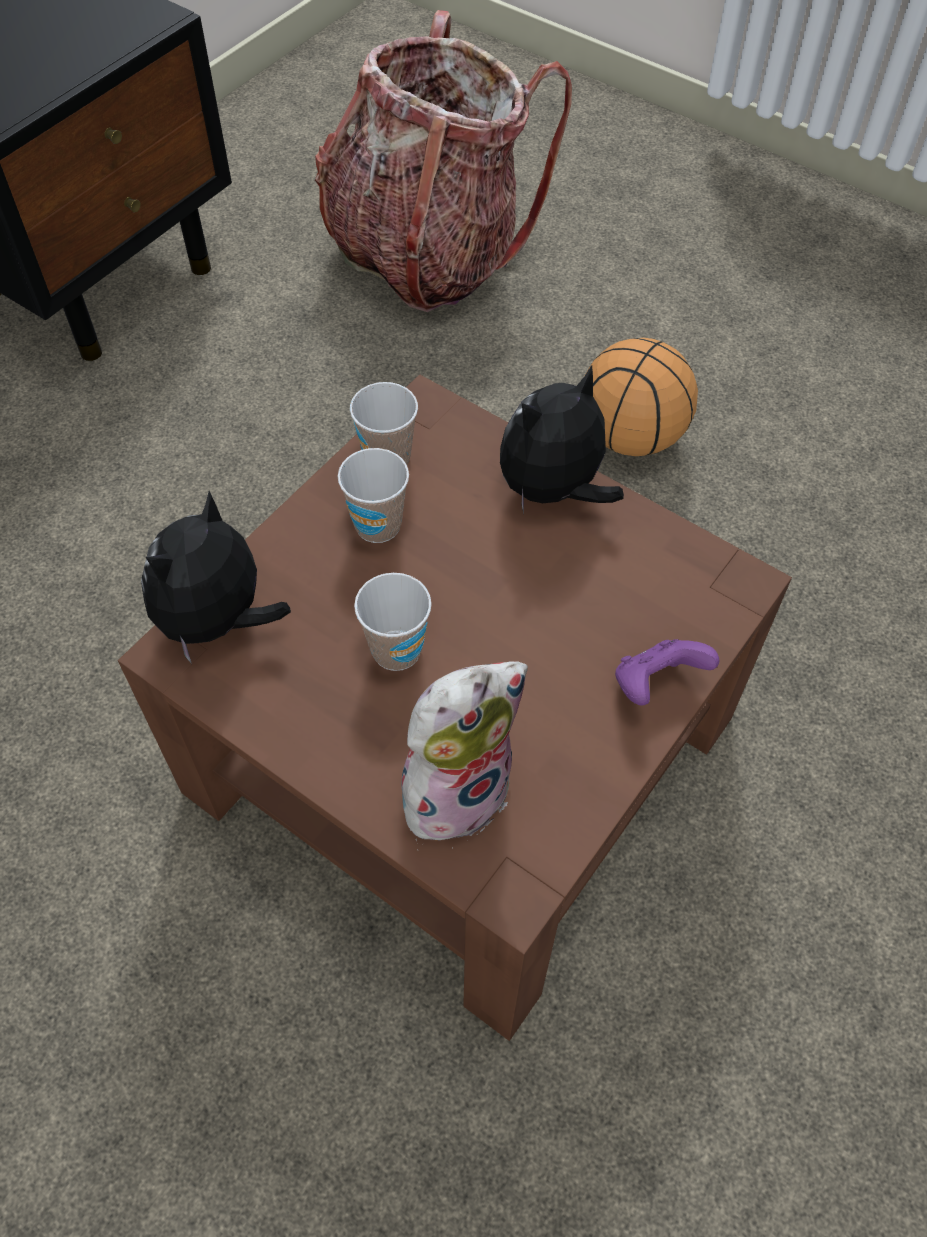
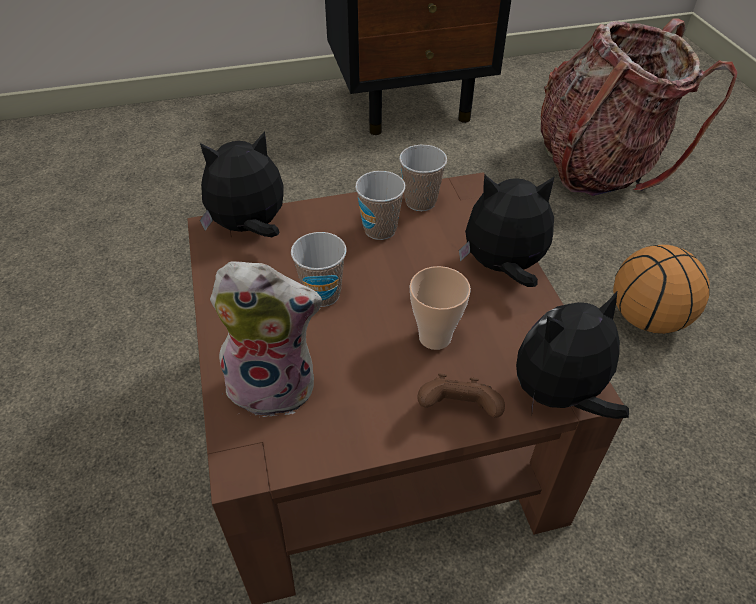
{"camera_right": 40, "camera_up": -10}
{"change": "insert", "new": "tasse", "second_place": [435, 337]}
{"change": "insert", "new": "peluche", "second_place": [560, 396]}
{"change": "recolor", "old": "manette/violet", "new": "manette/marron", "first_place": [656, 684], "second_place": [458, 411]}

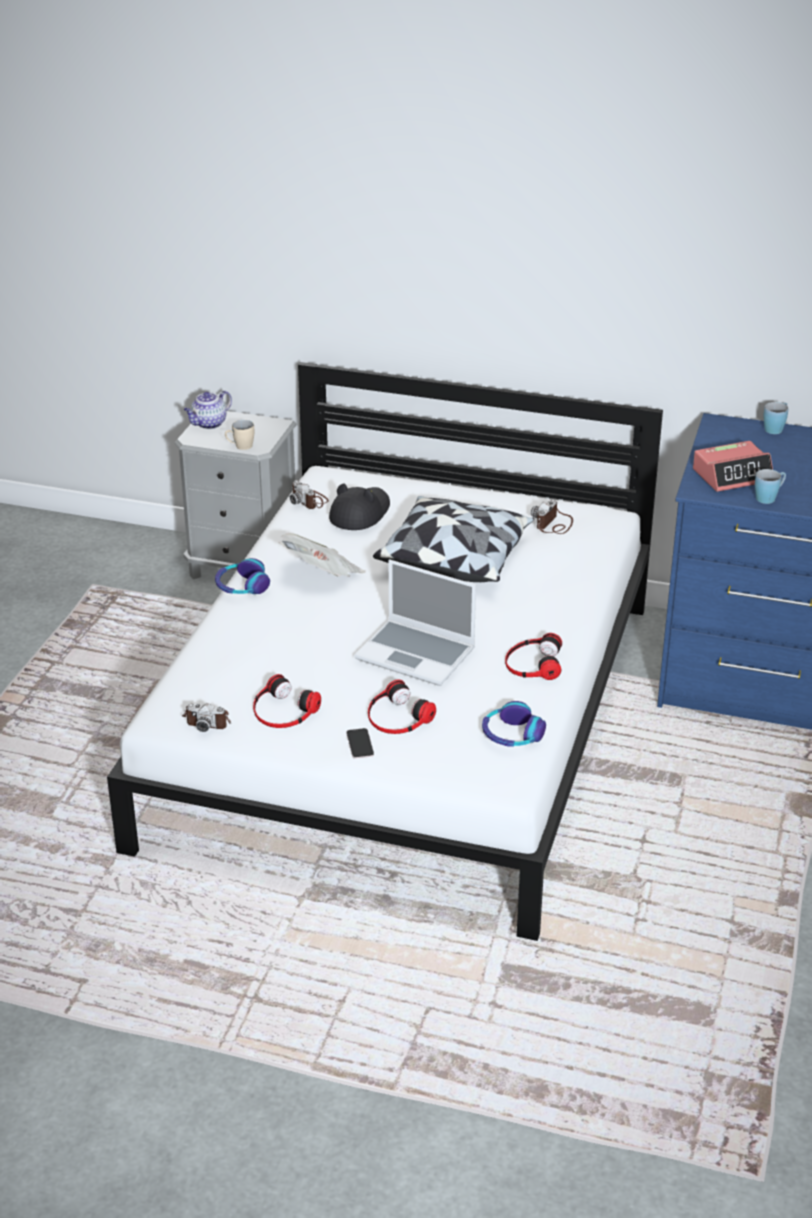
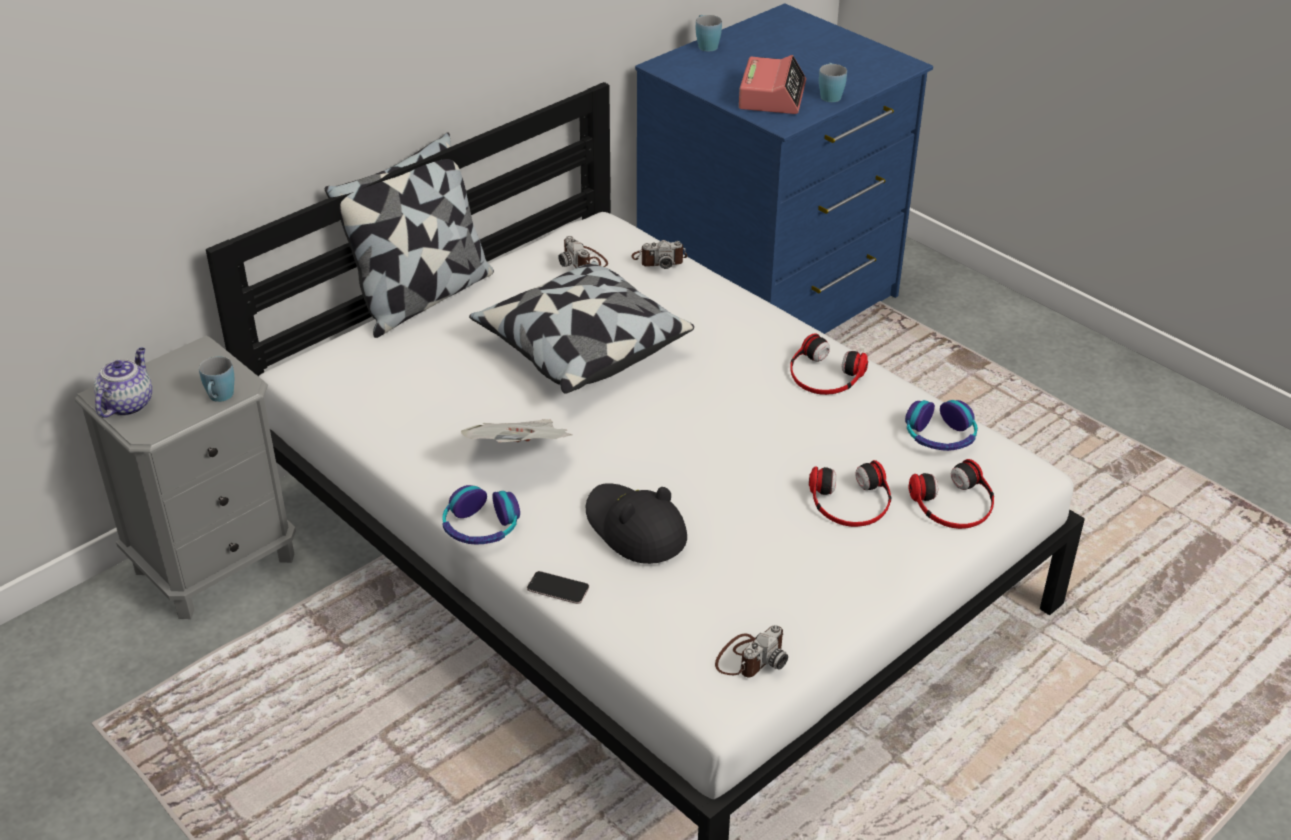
{"camera_right": -60, "camera_up": 5}
{"change": "delete", "old": "ordinateur portable", "first_place": [417, 654]}
{"change": "insert", "new": "coussin", "second_place": [422, 297]}
{"change": "move", "old": "casque audio", "first_place": [283, 711], "second_place": [954, 504]}
{"change": "move", "old": "appareil photo", "first_place": [309, 500], "second_place": [659, 259]}
{"change": "move", "old": "chapeau/noir", "first_place": [360, 513], "second_place": [634, 528]}
{"change": "move", "old": "téléphone", "first_place": [360, 744], "second_place": [558, 588]}
{"change": "recolor", "old": "mug/beige", "new": "mug/bleu", "first_place": [240, 447], "second_place": [220, 398]}
{"change": "rotate", "old": "théière", "first_place": [209, 424], "second_place": [127, 404], "degrees": -150}

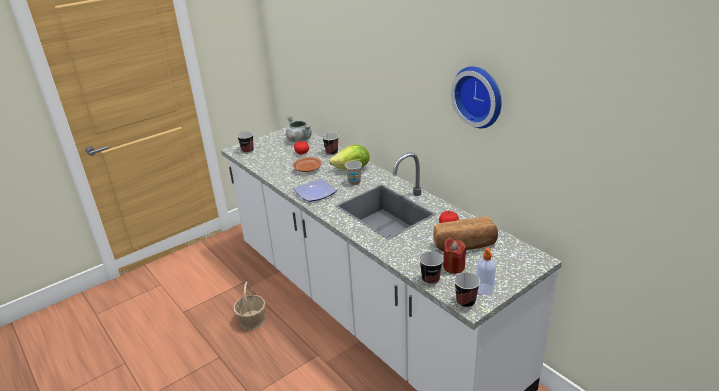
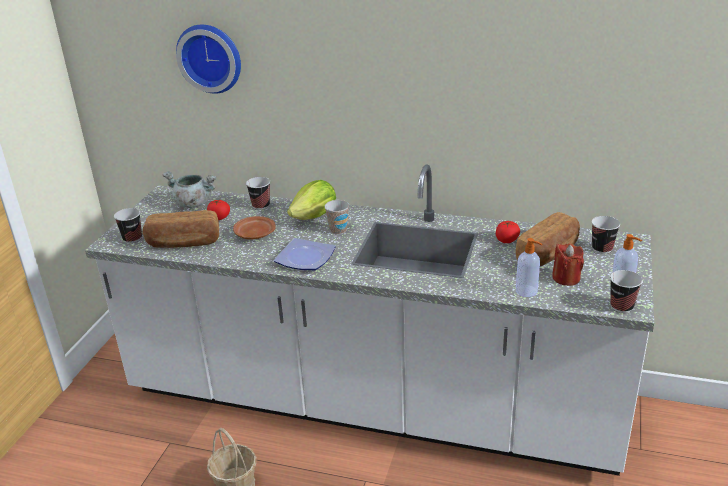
{"camera_right": -35, "camera_up": 0}
{"change": "insert", "new": "pain", "second_place": [184, 242]}
{"change": "insert", "new": "distributeur de savon", "second_place": [527, 291]}
{"change": "move", "old": "tasse", "first_place": [430, 279], "second_place": [602, 249]}
{"change": "move", "old": "horloge murale", "first_place": [479, 96], "second_place": [211, 57]}

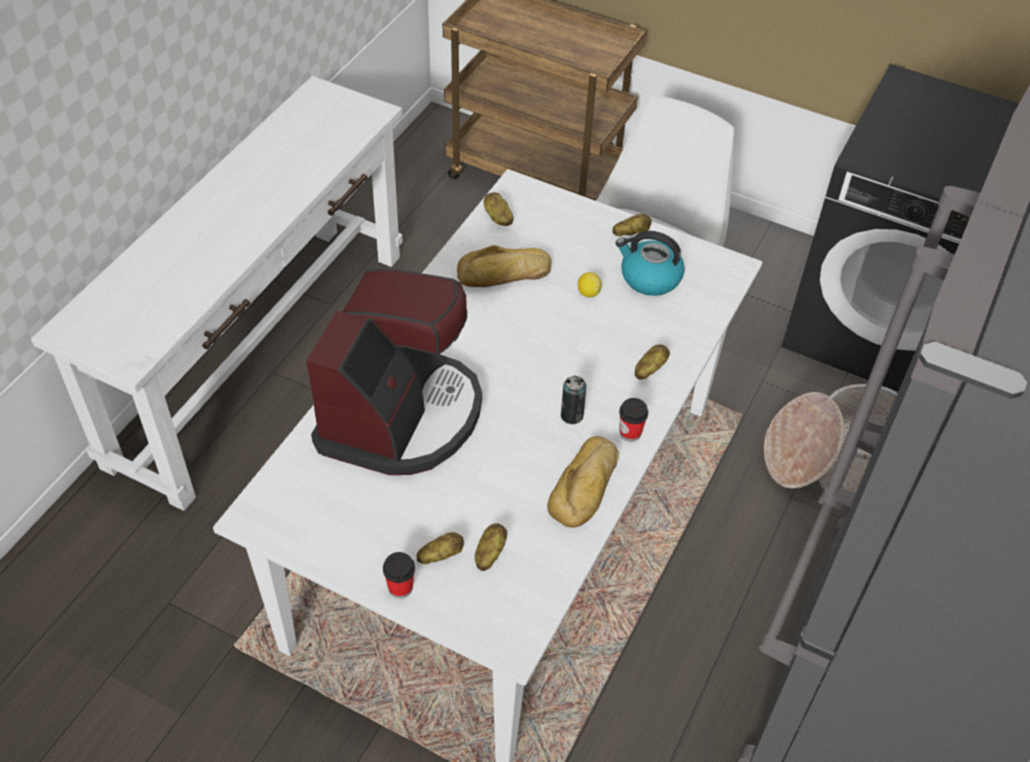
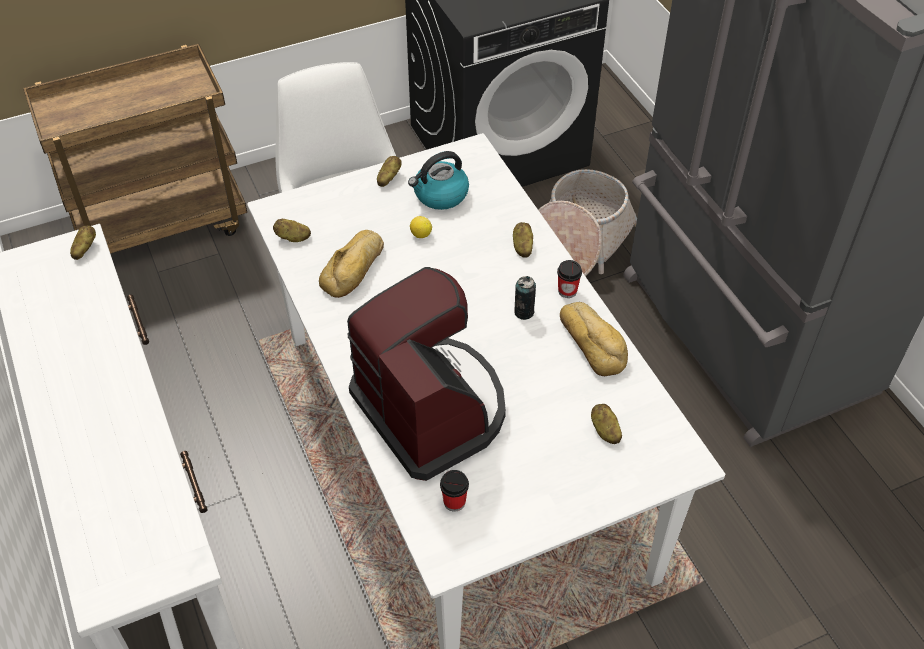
{"camera_right": -50, "camera_up": 0}
{"change": "move", "old": "tasse", "first_place": [400, 587], "second_place": [454, 502]}
{"change": "move", "old": "pomme de terre", "first_place": [440, 555], "second_place": [84, 249]}

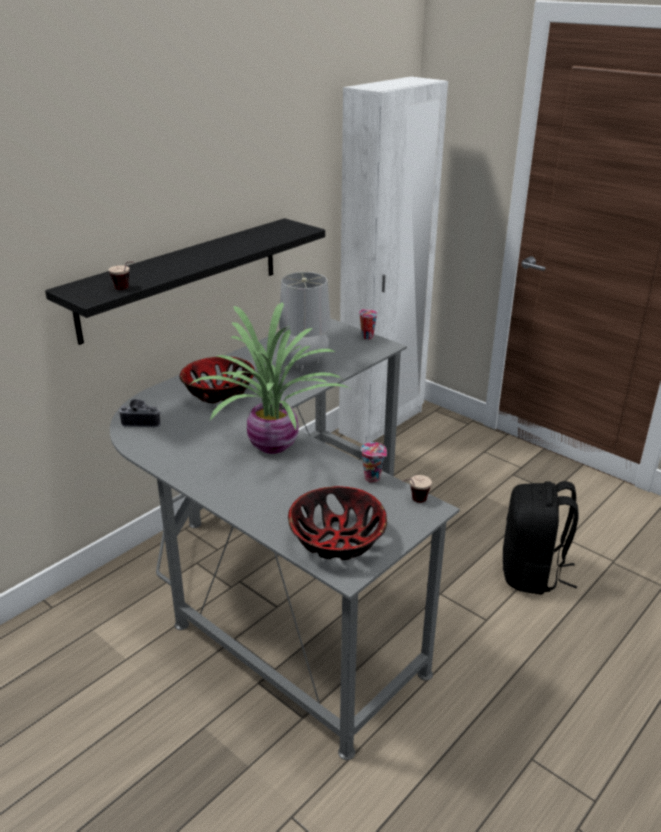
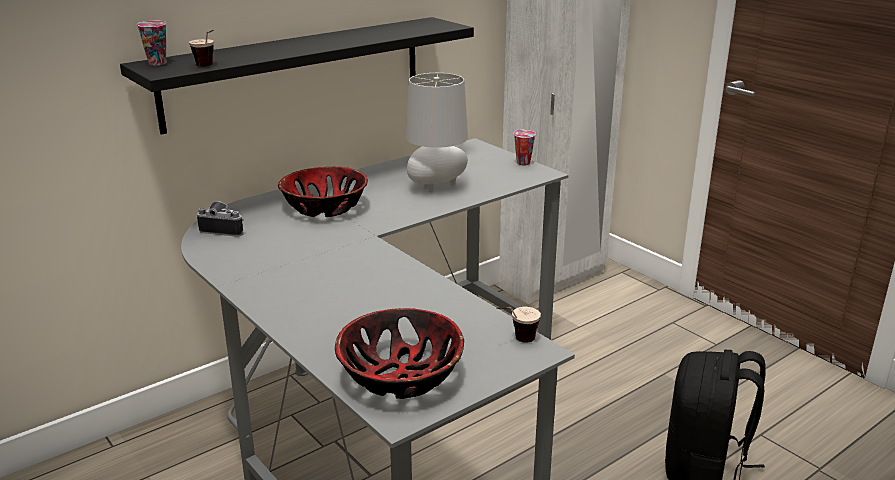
{"camera_right": 10, "camera_up": -5}
{"change": "delete", "old": "plante en pot", "first_place": [274, 443]}
{"change": "move", "old": "tasse", "first_place": [373, 478], "second_place": [158, 63]}

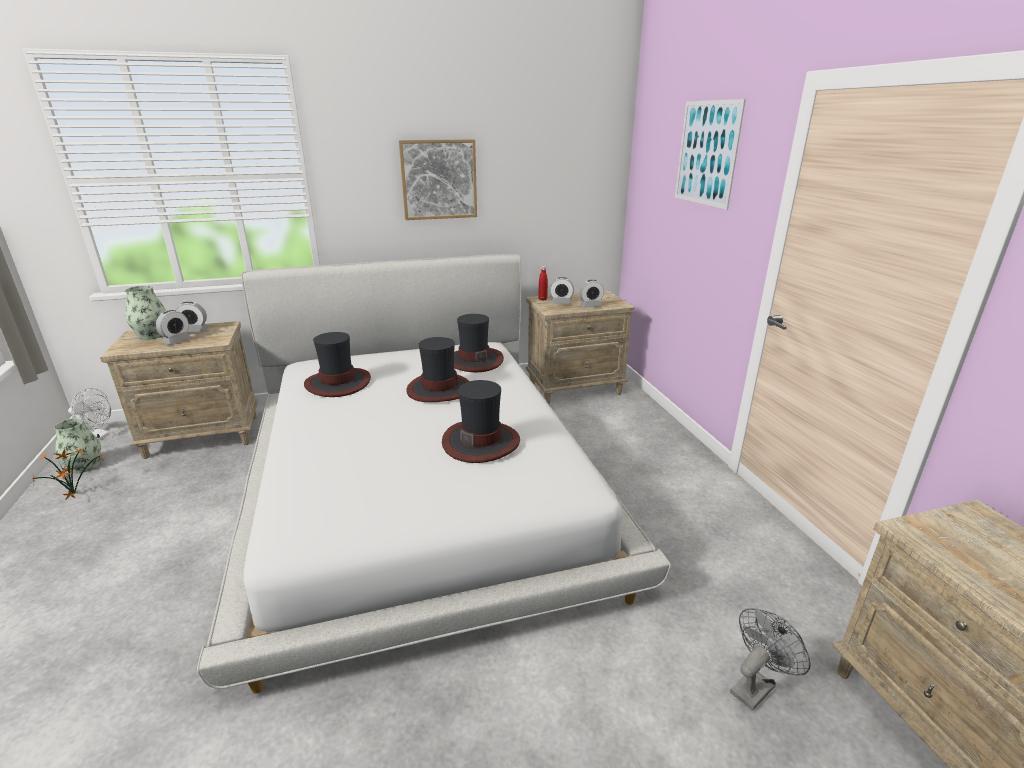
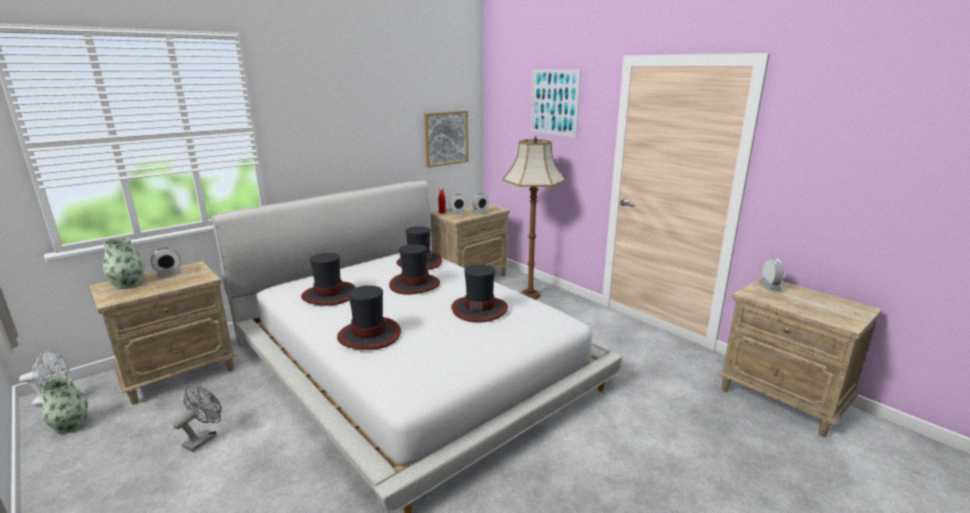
{"camera_right": -25, "camera_up": -5}
{"change": "delete", "old": "plante en pot", "first_place": [75, 493]}
{"change": "insert", "new": "chapeau", "second_place": [369, 335]}
{"change": "insert", "new": "lampadaire", "second_place": [530, 295]}
{"change": "move", "old": "réveil", "first_place": [177, 341], "second_place": [769, 287]}
{"change": "move", "old": "tableau", "first_place": [439, 179], "second_place": [446, 138]}
{"change": "move", "old": "ventilateur/gris", "first_place": [756, 685], "second_place": [204, 438]}

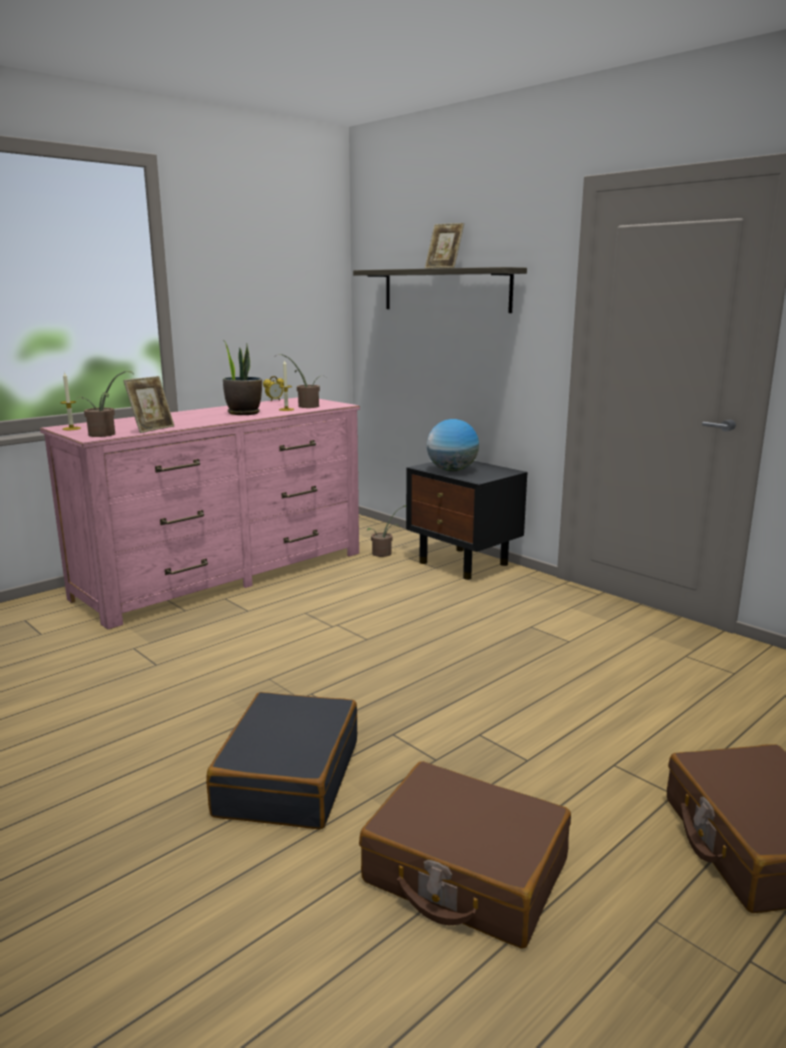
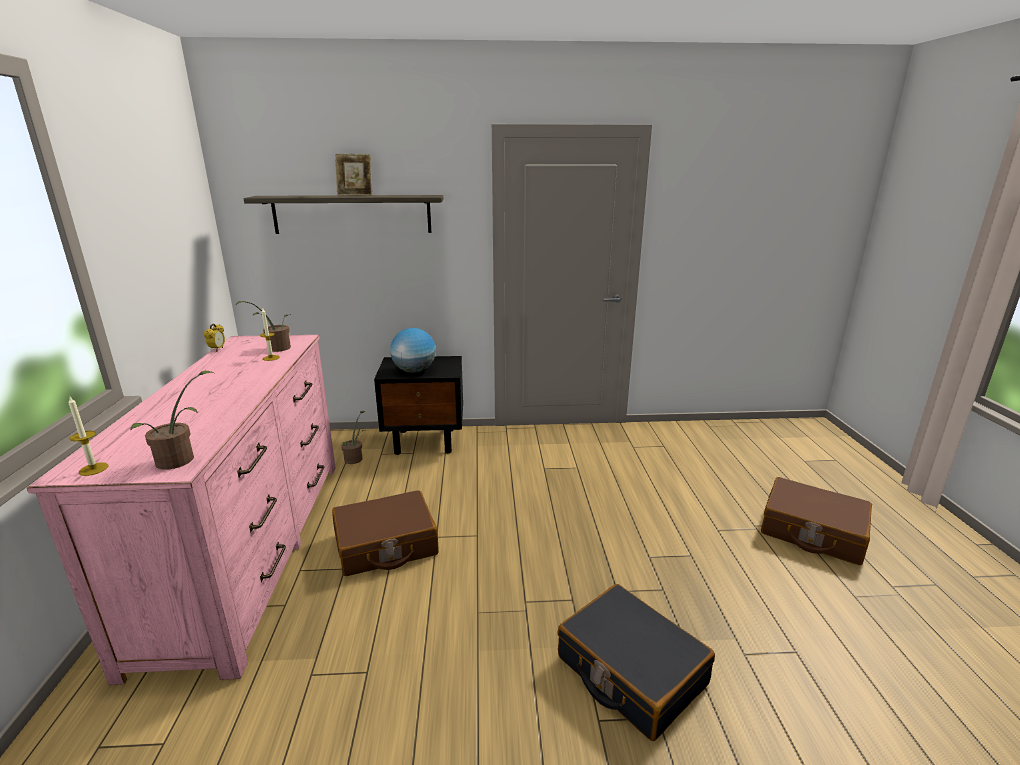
{"camera_right": -50, "camera_up": 5}
{"change": "delete", "old": "cadre photo", "first_place": [152, 429]}
{"change": "delete", "old": "plante en pot", "first_place": [243, 413]}
{"change": "move", "old": "valise/marron", "first_place": [465, 872], "second_place": [386, 545]}

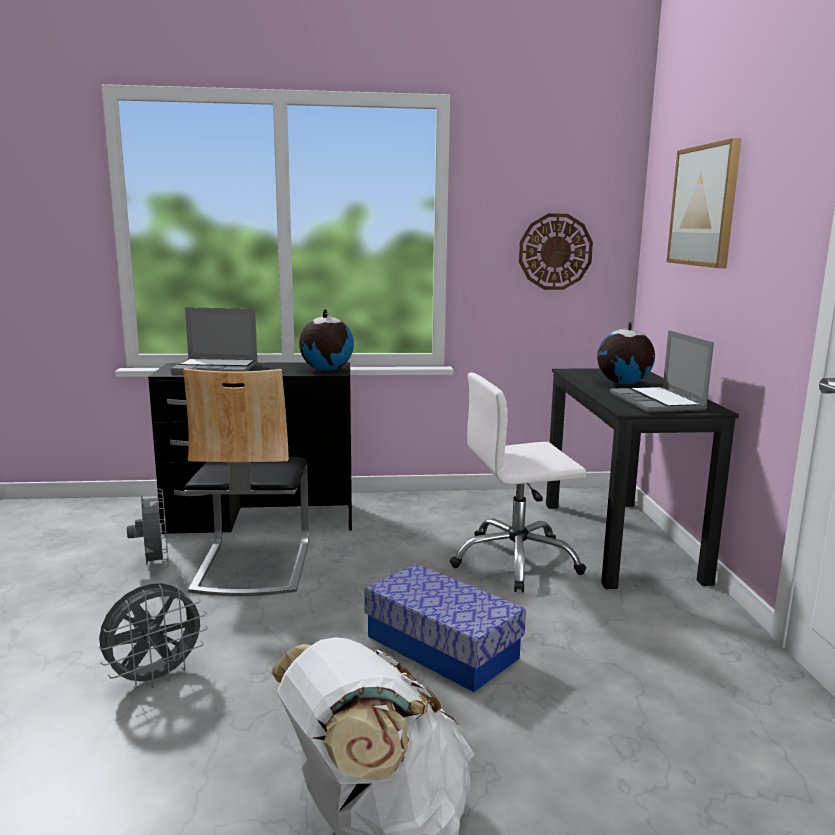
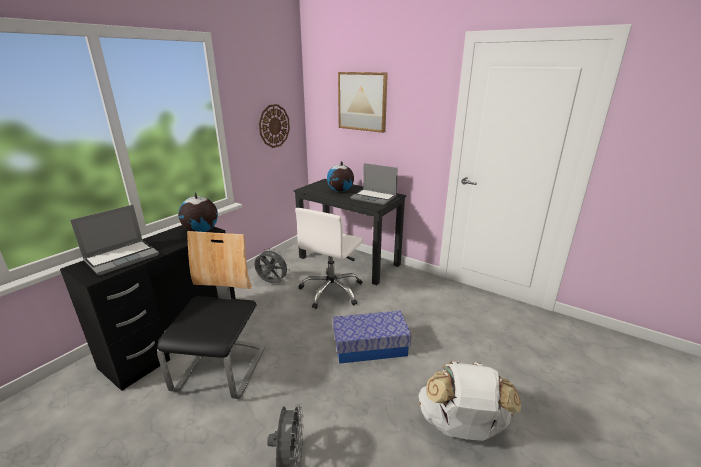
{"camera_right": -50, "camera_up": 10}
{"change": "move", "old": "ventilateur/gris", "first_place": [154, 565], "second_place": [272, 283]}
{"change": "rotate", "old": "chaise", "first_place": [252, 565], "second_place": [222, 369], "degrees": -120}

